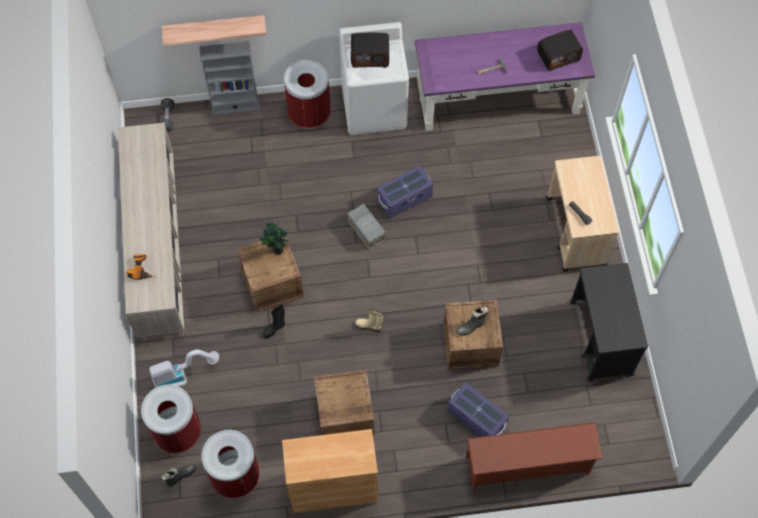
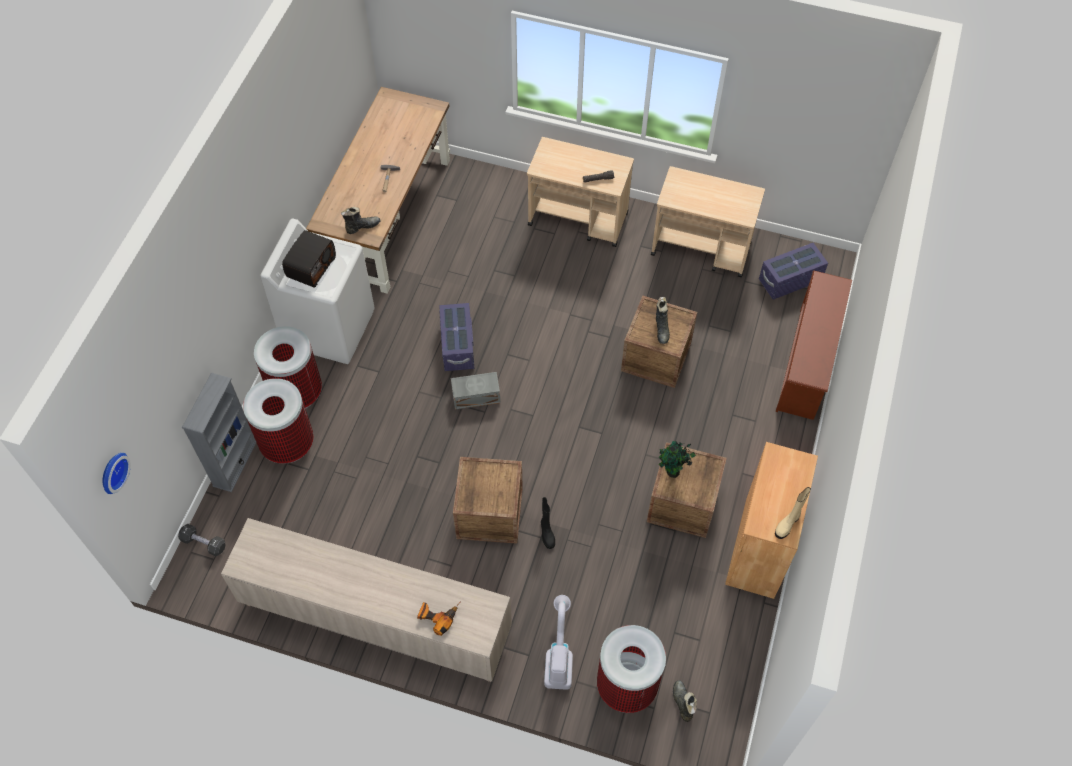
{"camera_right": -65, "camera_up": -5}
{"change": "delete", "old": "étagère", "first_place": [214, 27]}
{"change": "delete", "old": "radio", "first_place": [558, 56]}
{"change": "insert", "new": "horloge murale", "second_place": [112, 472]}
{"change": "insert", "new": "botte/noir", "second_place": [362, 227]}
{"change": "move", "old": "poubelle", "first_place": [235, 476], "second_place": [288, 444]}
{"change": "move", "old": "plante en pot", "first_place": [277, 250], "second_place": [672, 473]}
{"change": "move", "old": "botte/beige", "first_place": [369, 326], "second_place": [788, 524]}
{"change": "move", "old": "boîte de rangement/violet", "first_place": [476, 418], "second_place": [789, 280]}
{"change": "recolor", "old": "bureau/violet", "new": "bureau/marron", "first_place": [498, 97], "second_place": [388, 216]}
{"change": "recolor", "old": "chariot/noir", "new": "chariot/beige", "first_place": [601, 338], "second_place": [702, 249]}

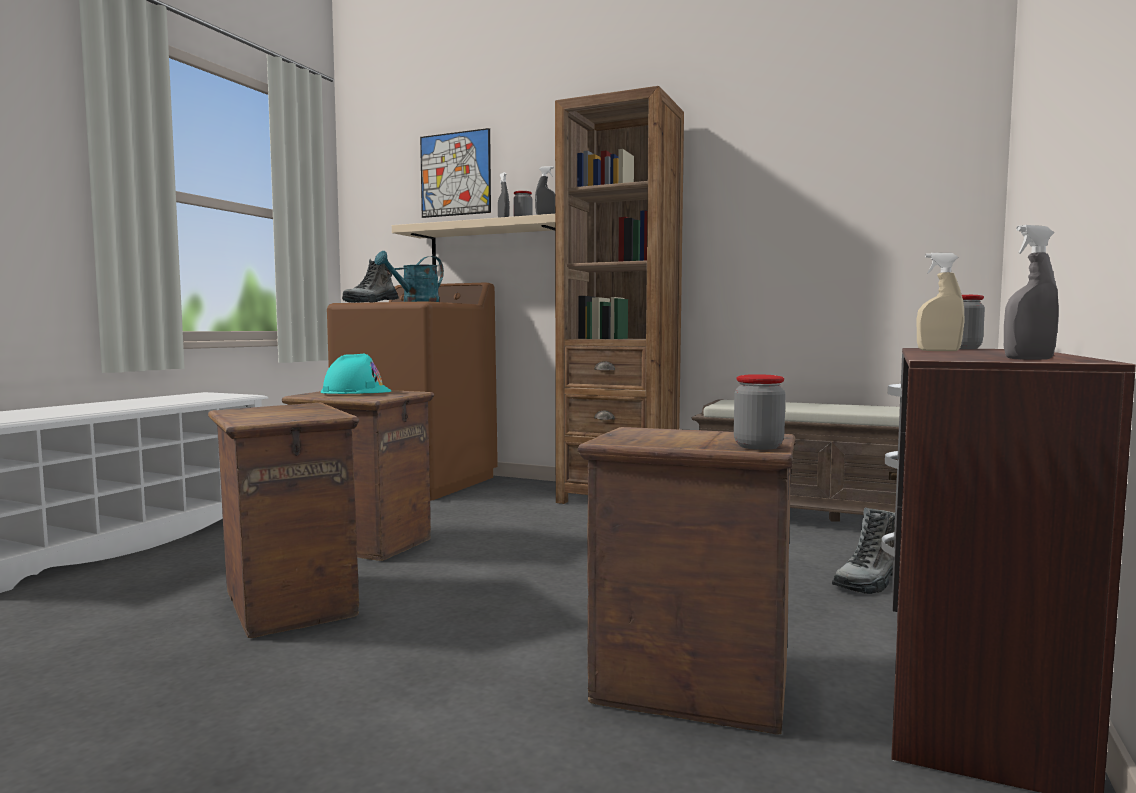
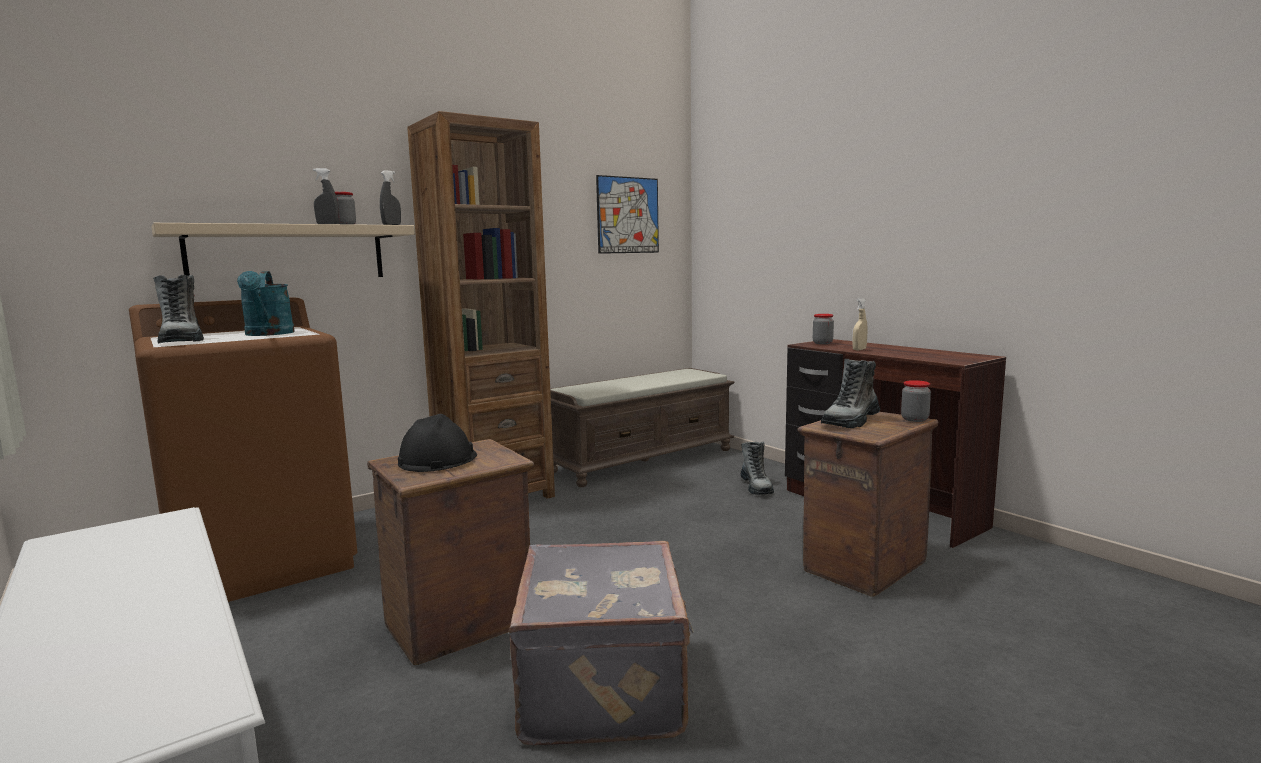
{"camera_right": -60, "camera_up": 5}
{"change": "delete", "old": "vaporisateur/gris", "first_place": [1028, 359]}
{"change": "insert", "new": "botte", "second_place": [851, 421]}
{"change": "move", "old": "tableau", "first_place": [455, 174], "second_place": [628, 215]}
{"change": "replace", "old": "caisse", "new": "valise/gris", "first_place": [289, 605], "second_place": [606, 686]}
{"change": "recolor", "old": "casque de chantier/turquoise", "new": "casque de chantier/noir", "first_place": [356, 391], "second_place": [437, 459]}

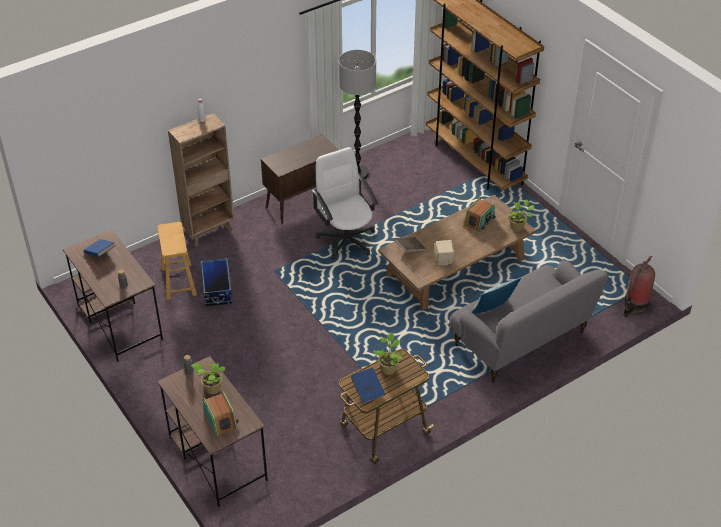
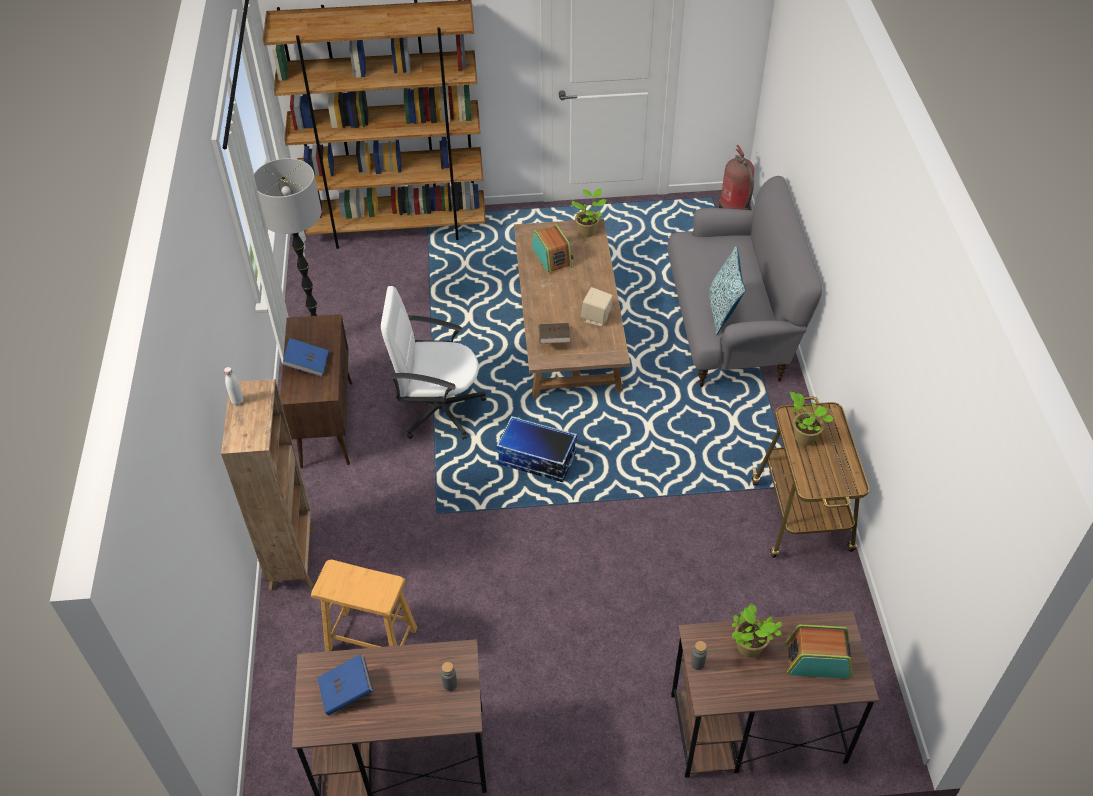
{"camera_right": -60, "camera_up": 5}
{"change": "move", "old": "boîte de rangement", "first_place": [216, 289], "second_place": [536, 459]}
{"change": "move", "old": "livre/bleu", "first_place": [368, 390], "second_place": [307, 364]}

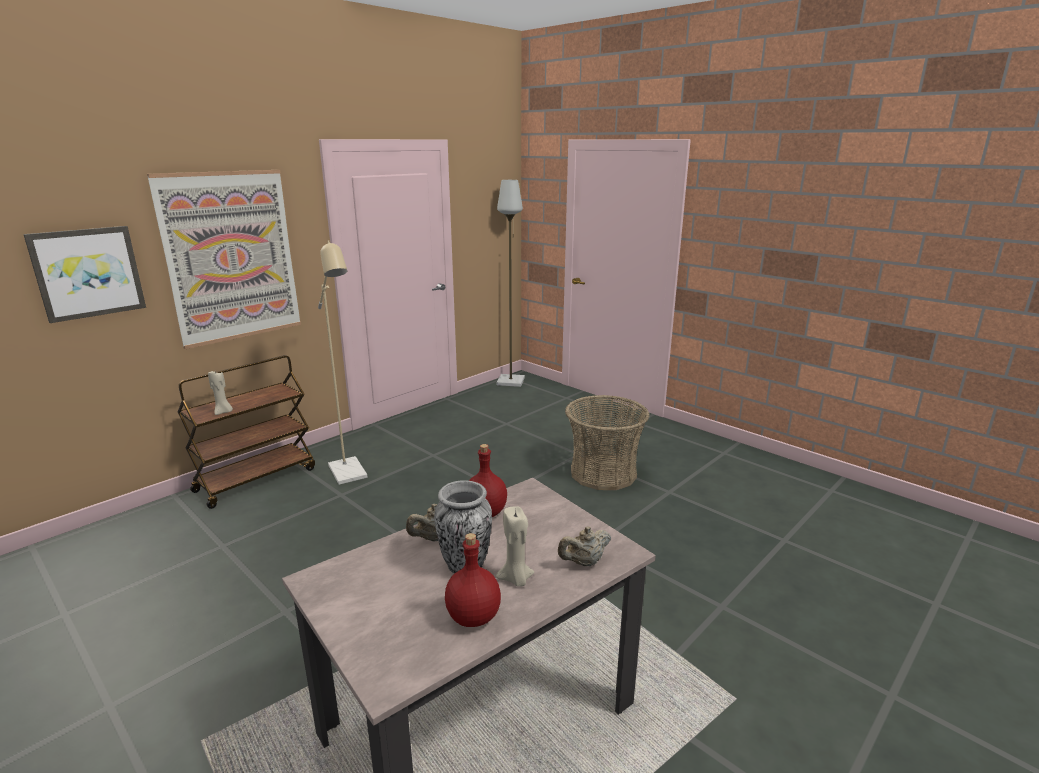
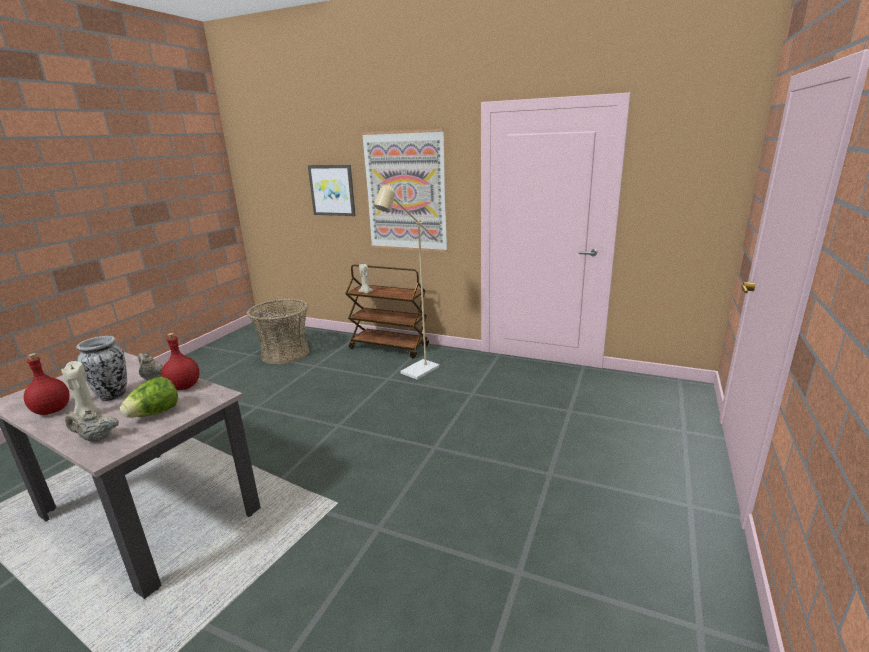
{"camera_right": 70, "camera_up": 0}
{"change": "delete", "old": "lampadaire/gris", "first_place": [511, 381]}
{"change": "insert", "new": "laitue", "second_place": [155, 413]}
{"change": "move", "old": "panier", "first_place": [603, 473], "second_place": [285, 354]}
{"change": "rotate", "old": "théière/beige", "first_place": [584, 562], "second_place": [97, 438], "degrees": -45}

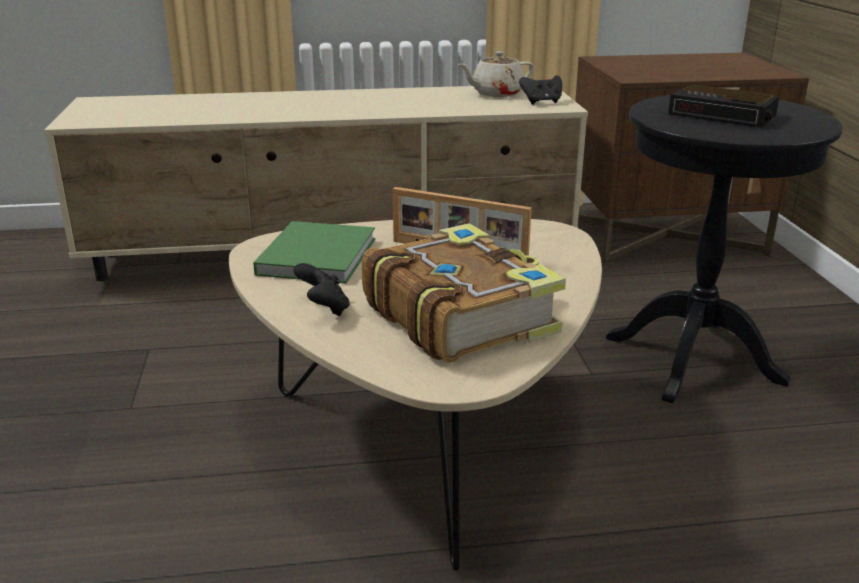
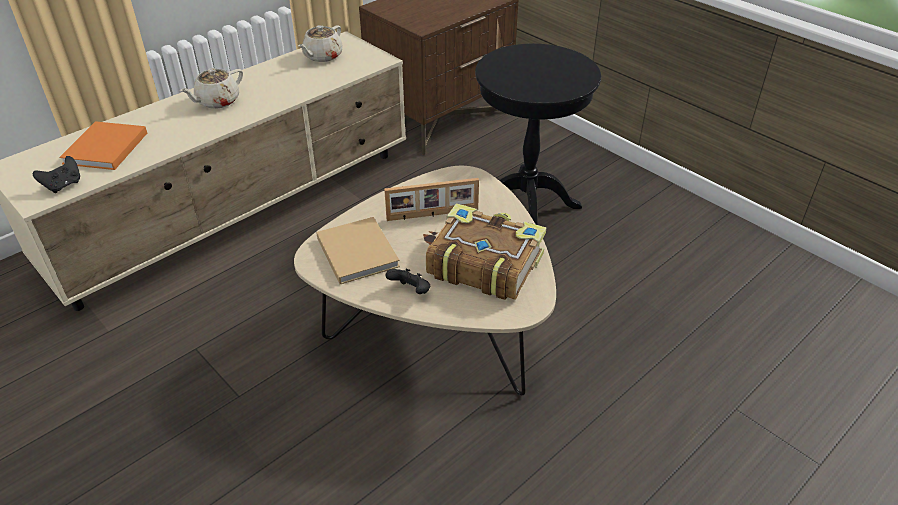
{"camera_right": -35, "camera_up": 15}
{"change": "delete", "old": "réveil", "first_place": [724, 115]}
{"change": "insert", "new": "livre/orange", "second_place": [104, 149]}
{"change": "insert", "new": "théière/beige", "second_place": [217, 101]}
{"change": "move", "old": "manette/noir", "first_place": [541, 102], "second_place": [63, 185]}
{"change": "recolor", "old": "livre/vert", "new": "livre/beige", "first_place": [319, 255], "second_place": [356, 251]}

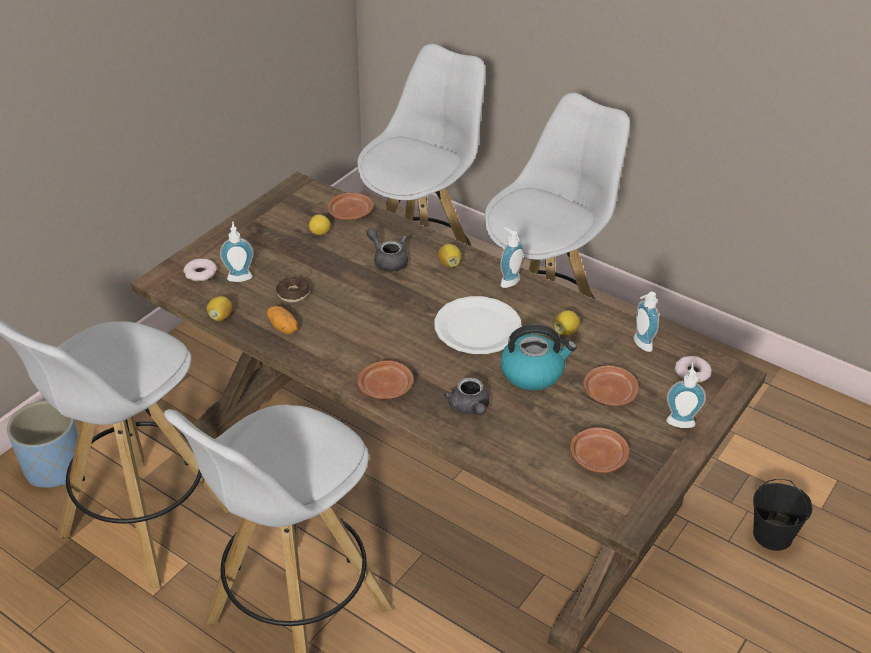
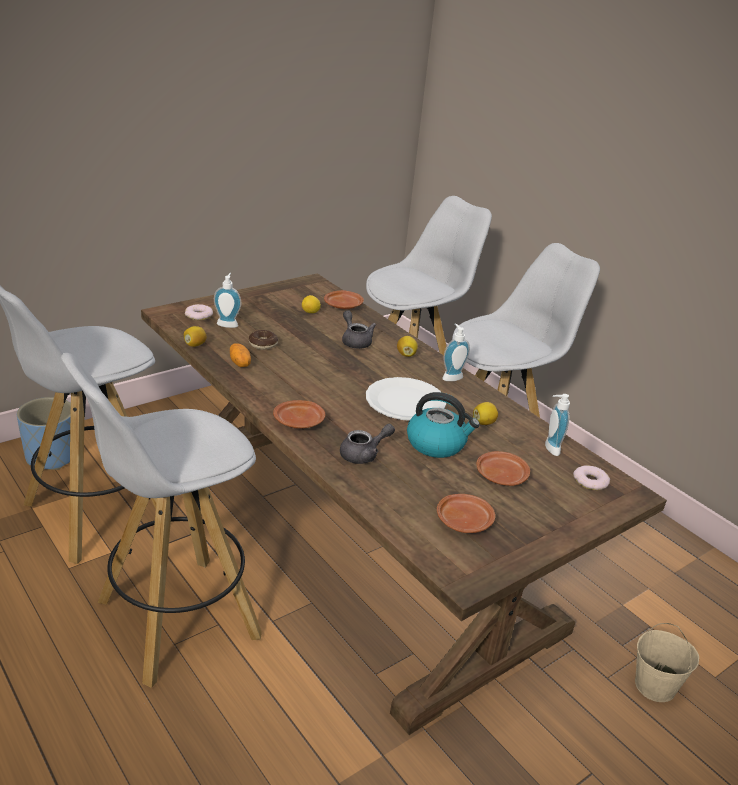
{"camera_right": 15, "camera_up": -10}
{"change": "delete", "old": "distributeur de savon", "first_place": [680, 420]}
{"change": "recolor", "old": "seau/noir", "new": "seau/beige", "first_place": [772, 535], "second_place": [655, 686]}
{"change": "rotate", "old": "théière/gris", "first_place": [470, 408], "second_place": [364, 455], "degrees": -120}

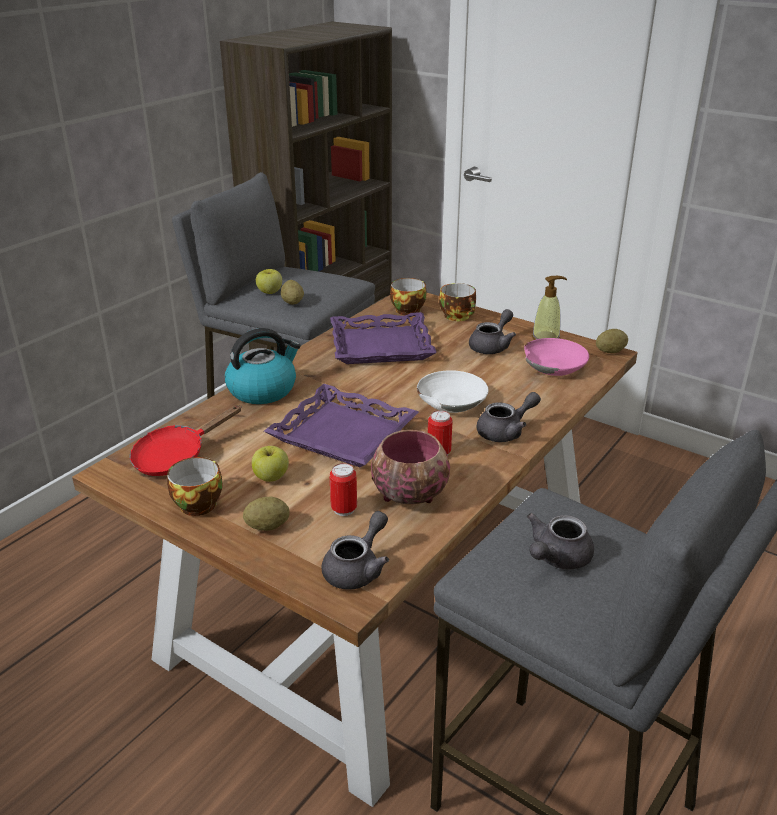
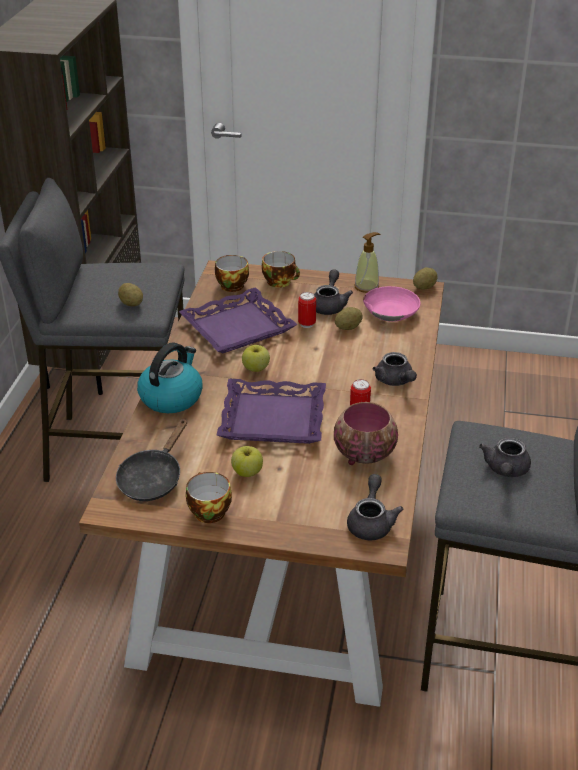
{"camera_right": -25, "camera_up": 5}
{"change": "delete", "old": "bol/blanc", "first_place": [451, 401]}
{"change": "move", "old": "pomme de terre", "first_place": [267, 526], "second_place": [348, 327]}
{"change": "move", "old": "pomme", "first_place": [270, 292], "second_place": [256, 369]}
{"change": "move", "old": "boîte métallique", "first_place": [344, 509], "second_place": [306, 324]}
{"change": "recolor", "old": "poêle/rouge", "new": "poêle/noir", "first_place": [176, 456], "second_place": [153, 478]}
{"change": "rotate", "old": "théière/gris", "first_place": [506, 432], "second_place": [395, 381], "degrees": 120}

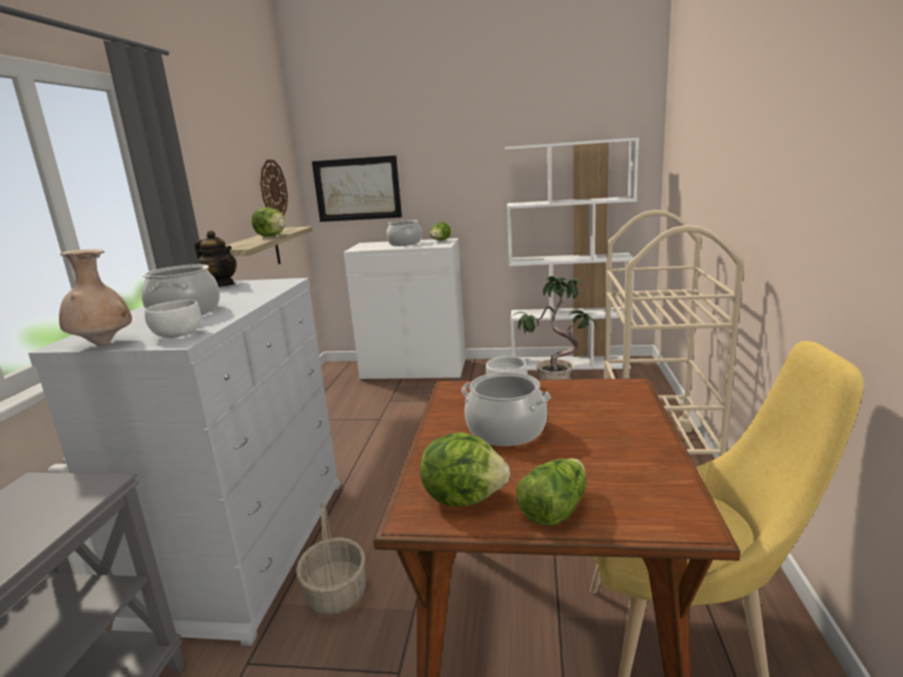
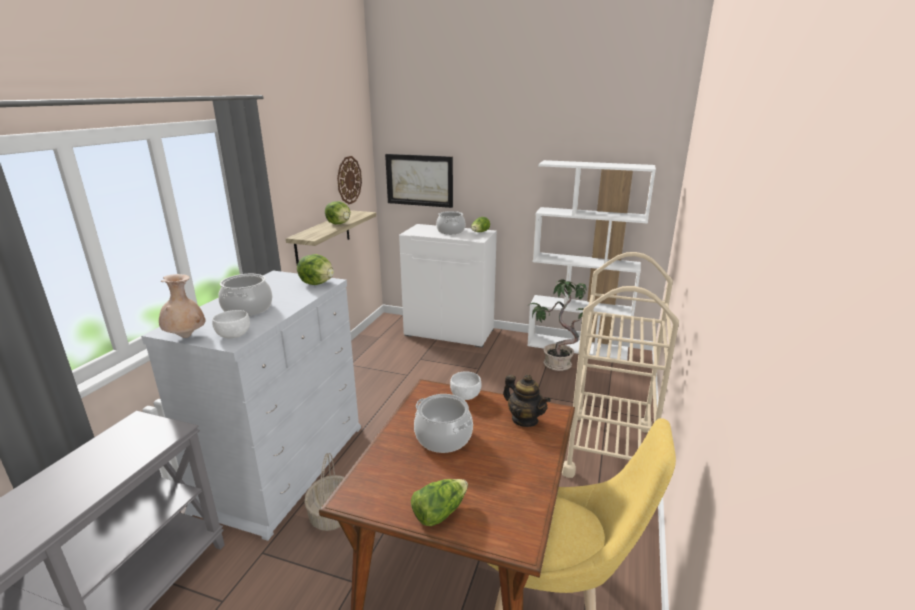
{"camera_right": 10, "camera_up": 5}
{"change": "move", "old": "théière", "first_place": [220, 285], "second_place": [524, 419]}
{"change": "move", "old": "laitue", "first_place": [464, 497], "second_place": [317, 283]}

